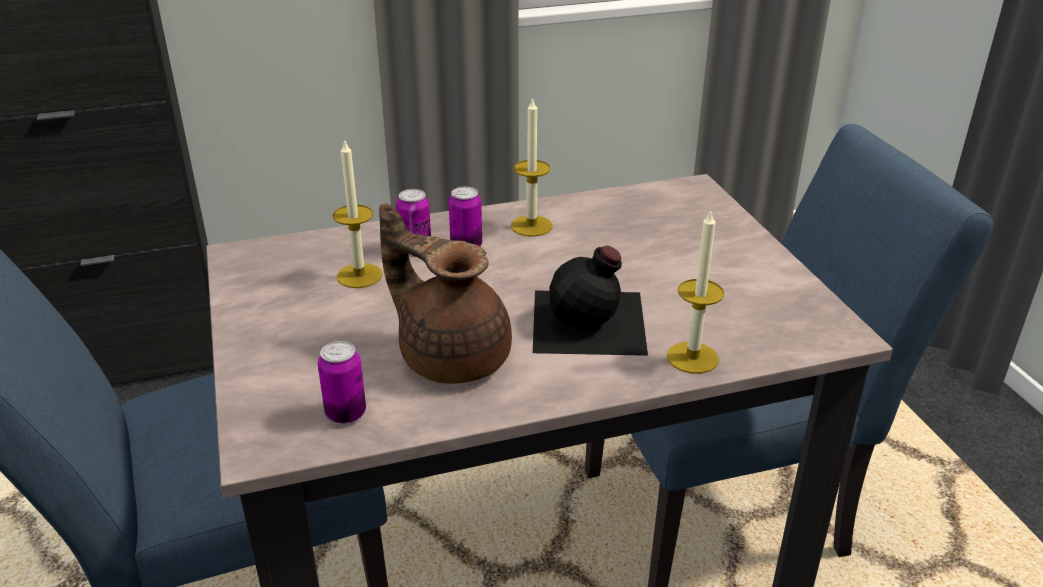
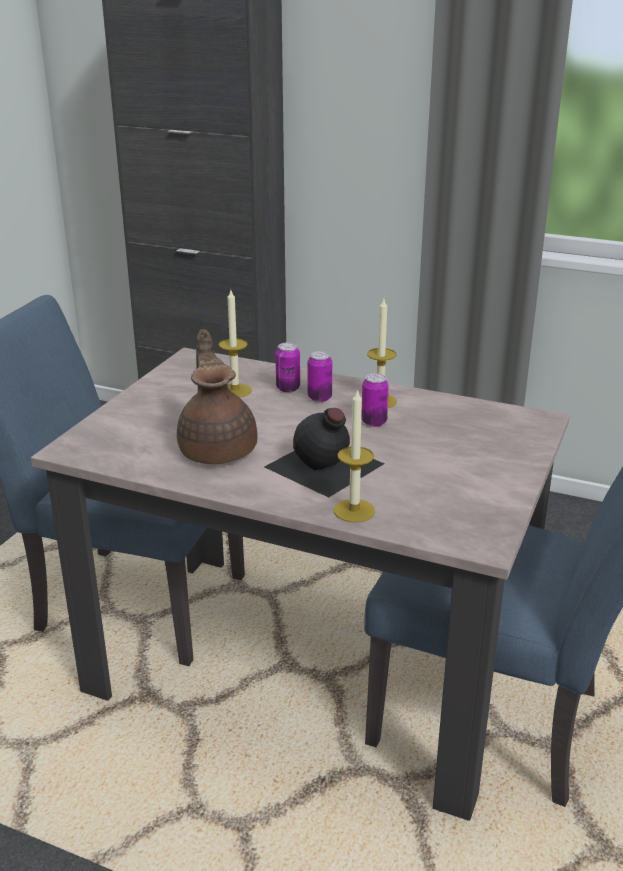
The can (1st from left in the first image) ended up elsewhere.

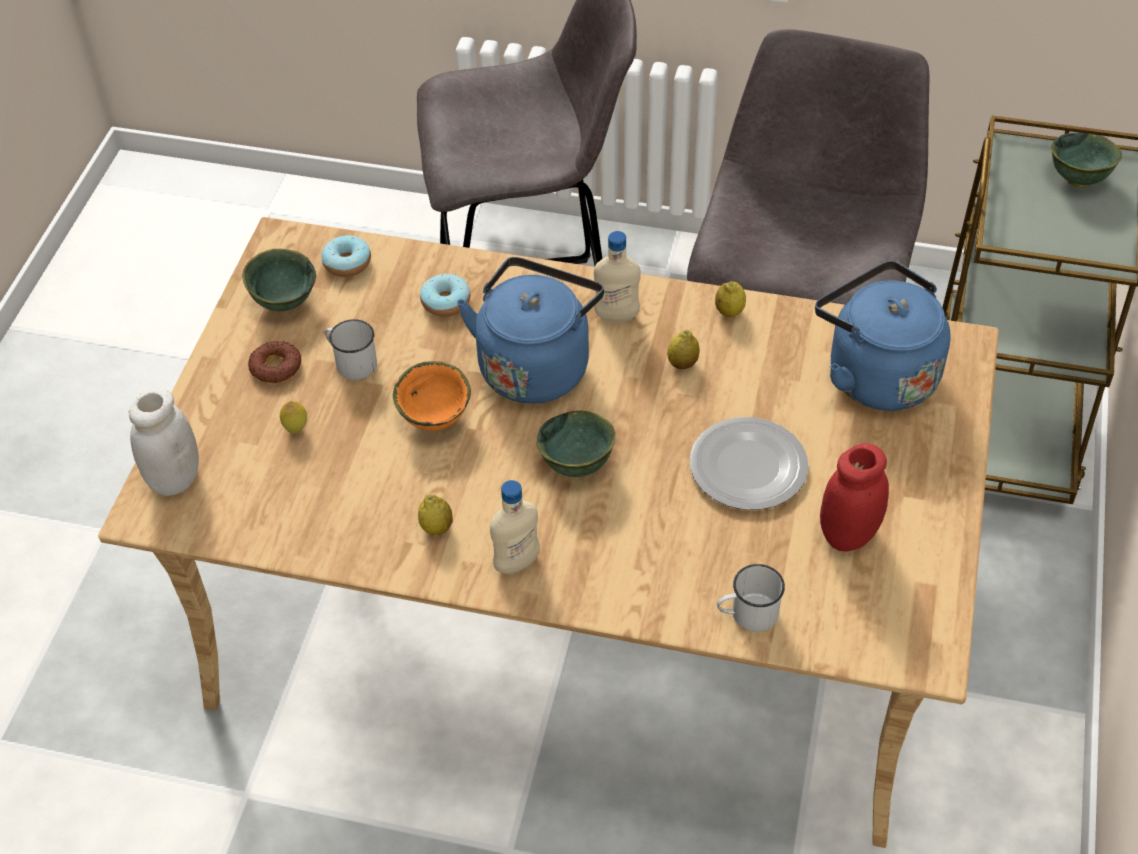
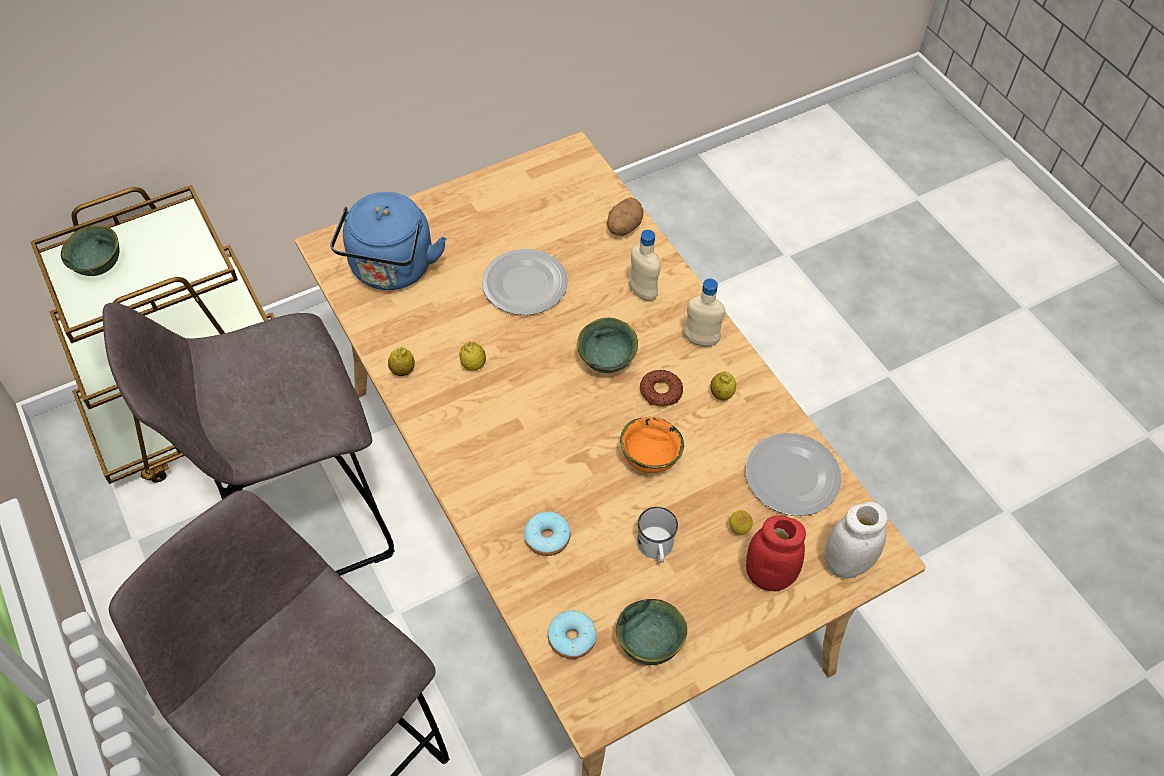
Where the mug (white) (2nd from left) stood, the potato came to stand.
The bottle (beige) (2nd from left in the first image) ended up elsewhere.
The donut (1st from left in the first image) ended up elsewhere.
The second view gained the plate (2nd from left).
The jar (red) ended up elsewhere.
The second view lost the kettle (blue) (1st from left).

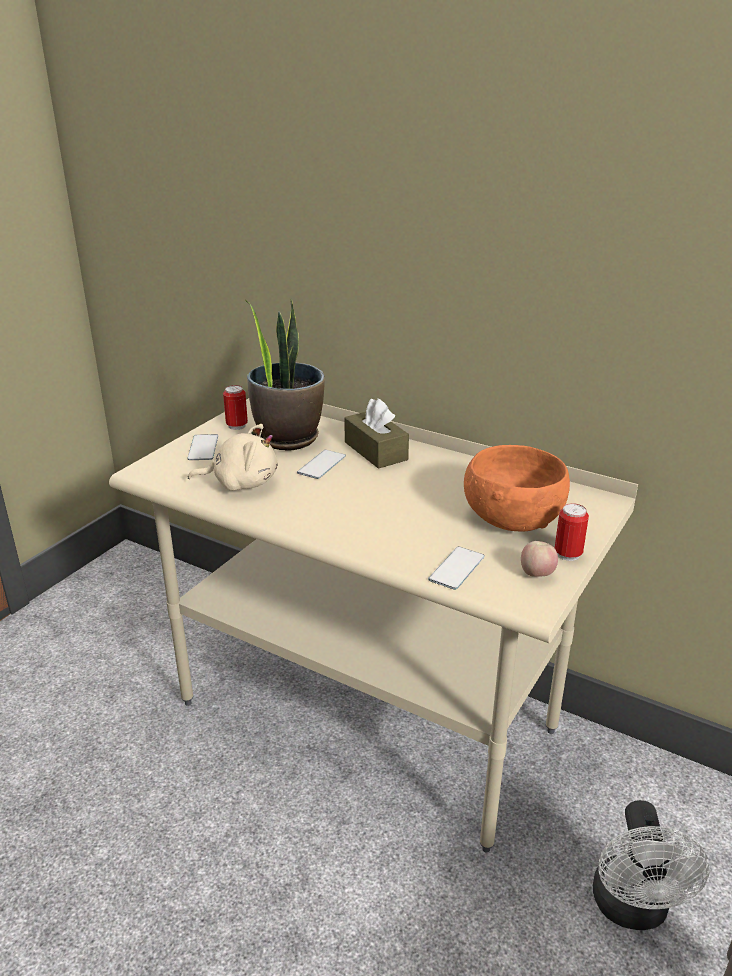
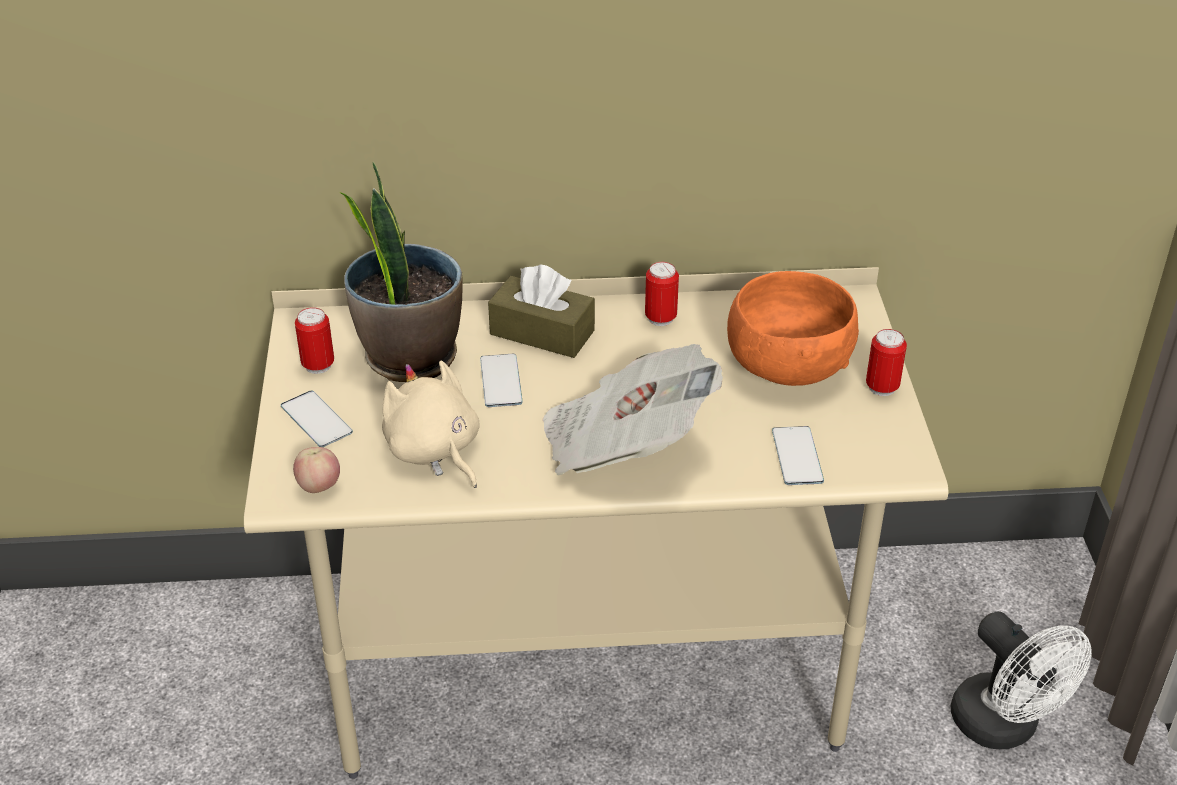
The apple ended up elsewhere.
The plush toy (beige) ended up facing another way, 90 degrees counterclockwise from before.
The second view gained the newspaper.
The second view gained the can (2nd from left).

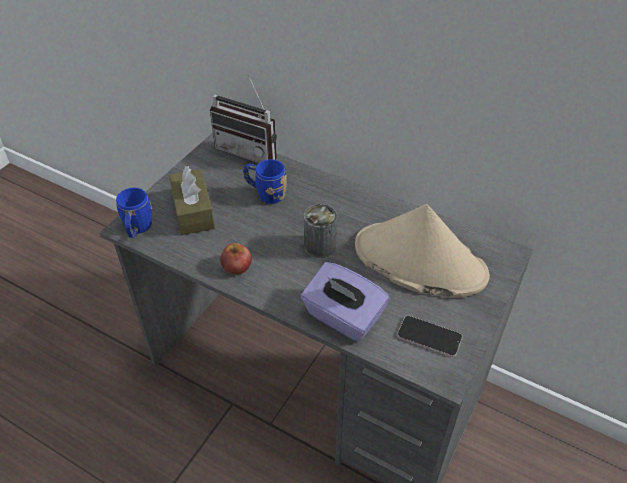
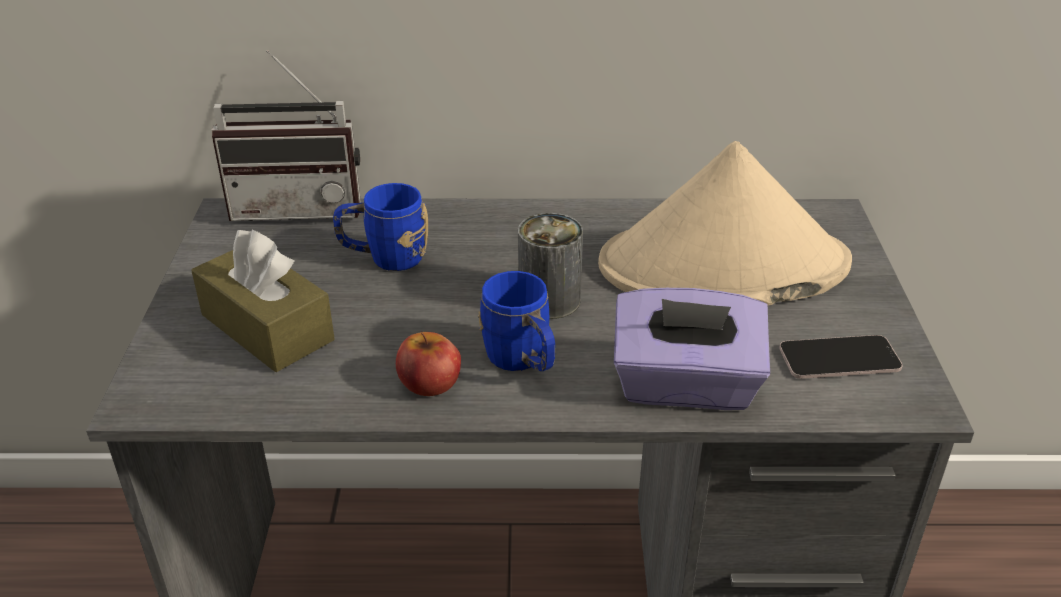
The mug (blue) (1st from left in the first image) ended up elsewhere.

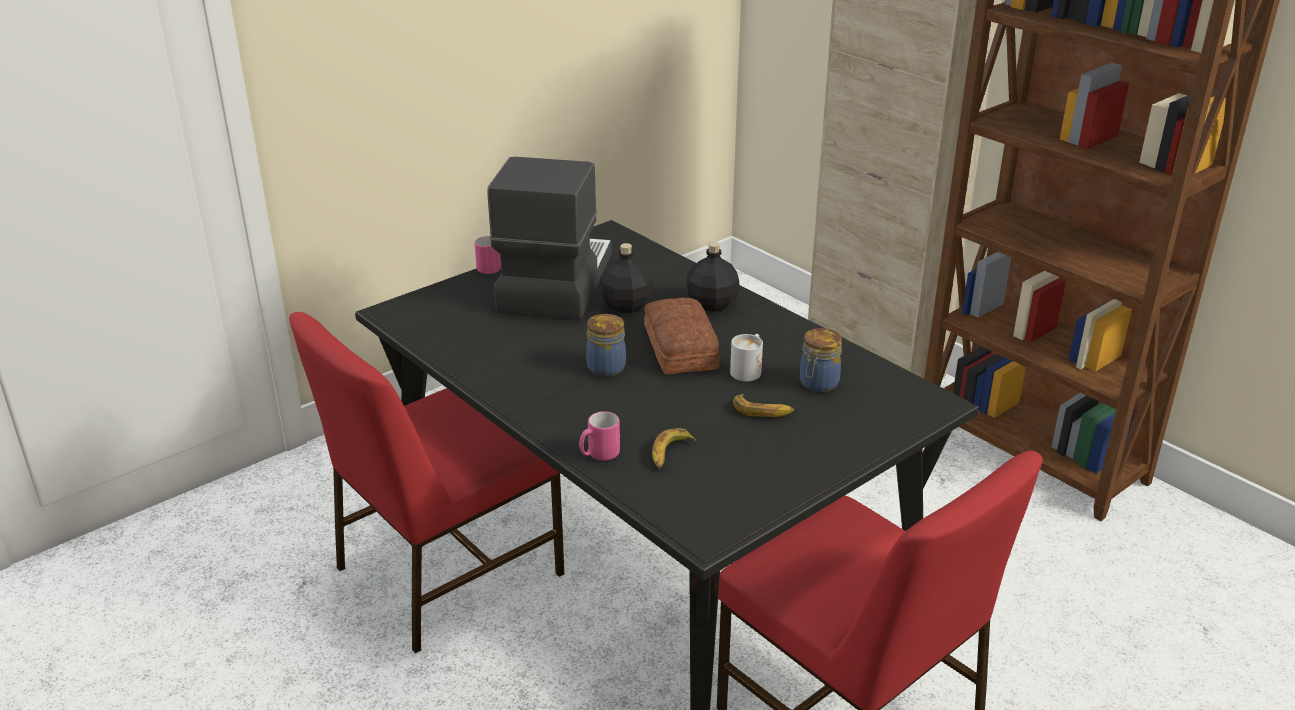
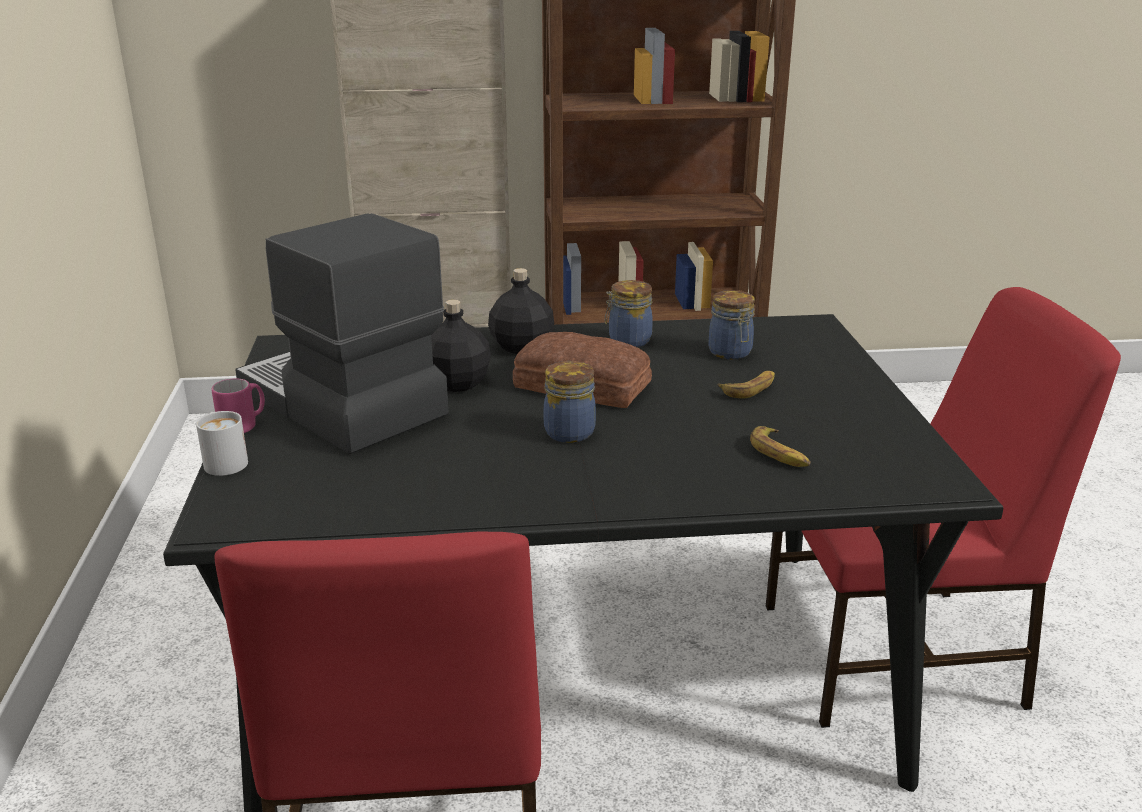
The mug (white) ended up elsewhere.
The second view gained the jar (2nd from left).
The second view lost the mug (pink) (2nd from left).

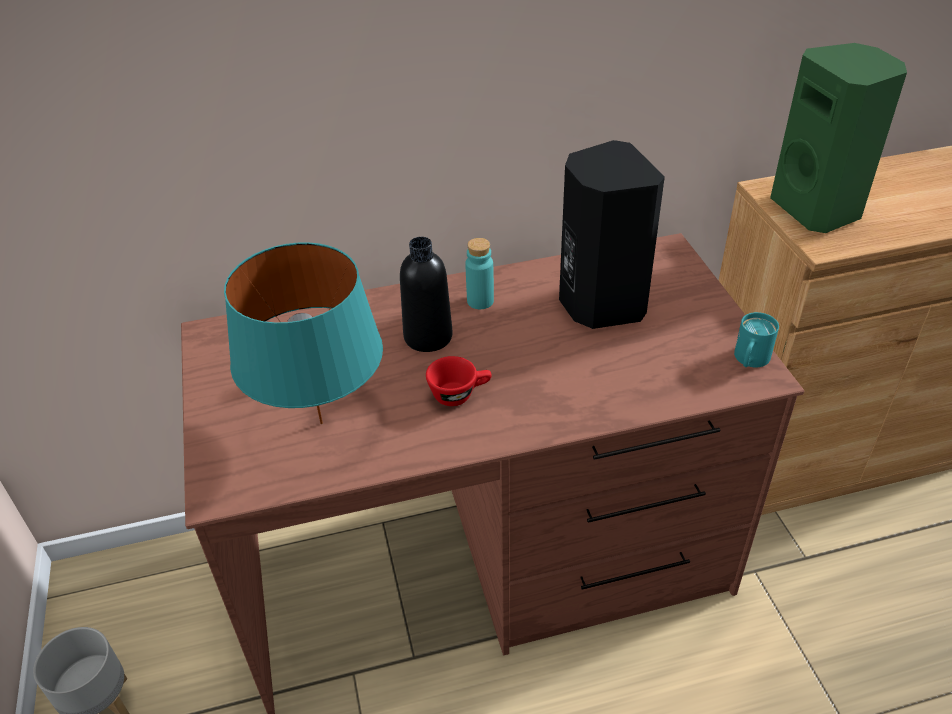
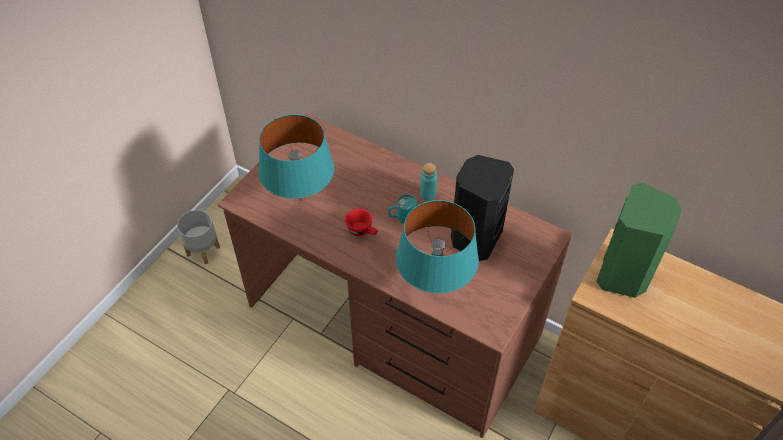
The mug (turquoise) ended up elsewhere.
The second view gained the table lamp (turquoise) (2nd from left).
The second view lost the bottle (black).

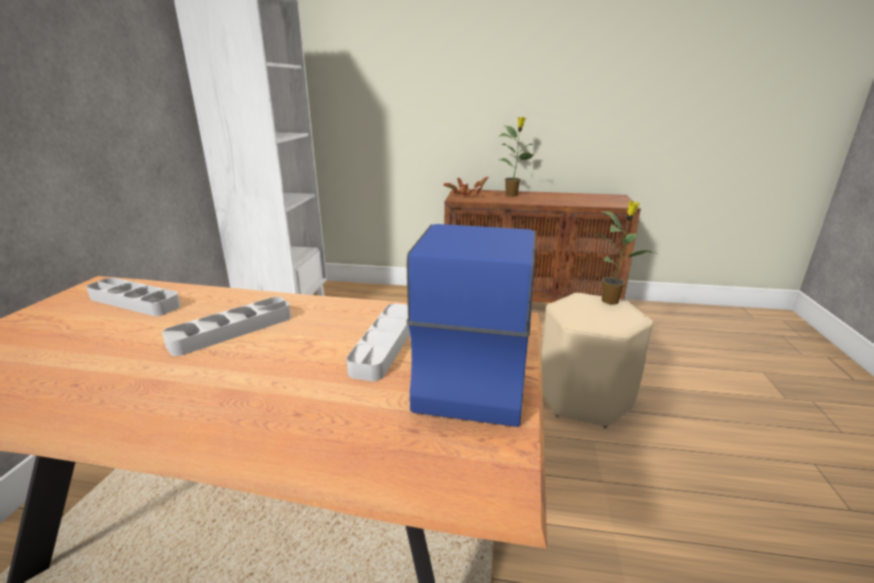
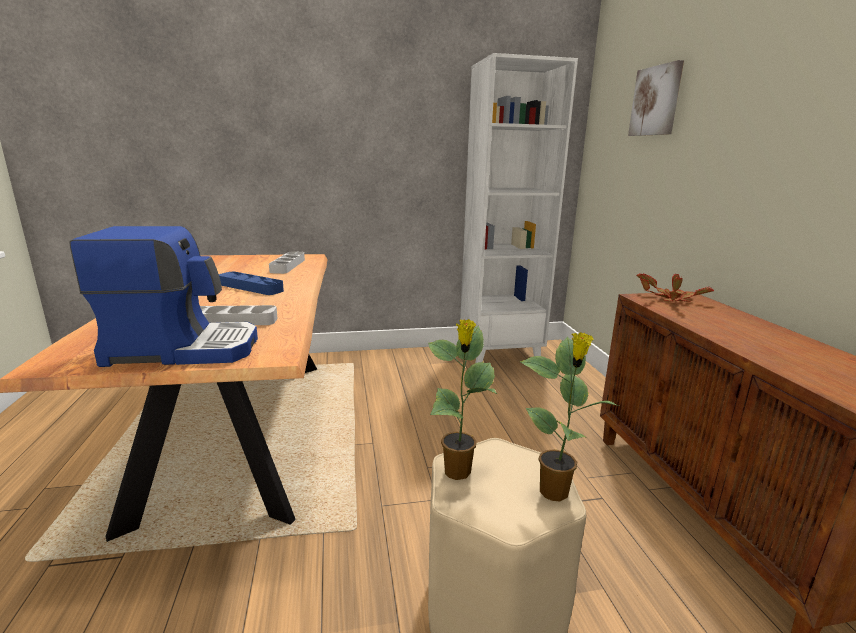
What was the tray (grey) (2nd from left) turned into the tray (blue).
The potted plant (2nd from left in the first image) ended up elsewhere.
The second view gained the picture.

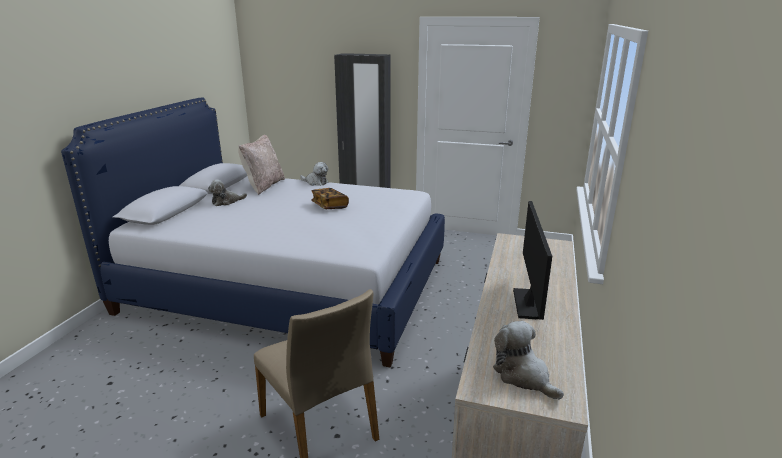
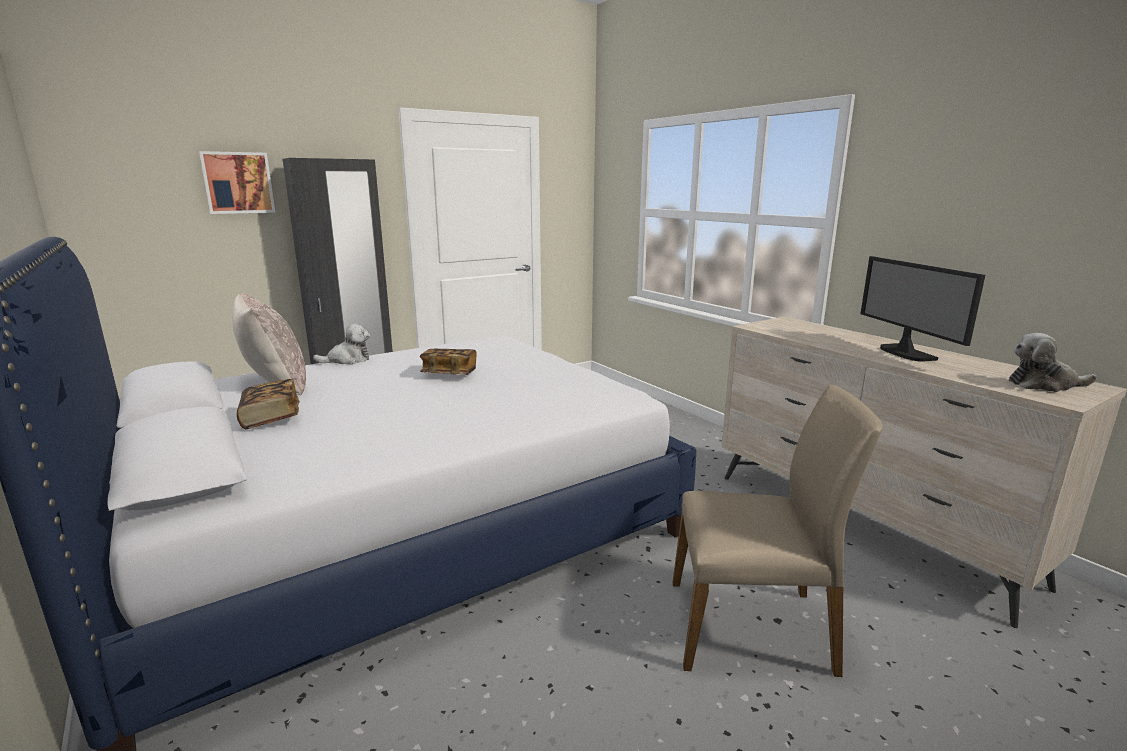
The second view gained the picture.
Where the plush toy (1st from left) stood, the book (1st from left) came to stand.
The monitor ended up facing another way, 150 degrees counterclockwise from before.

